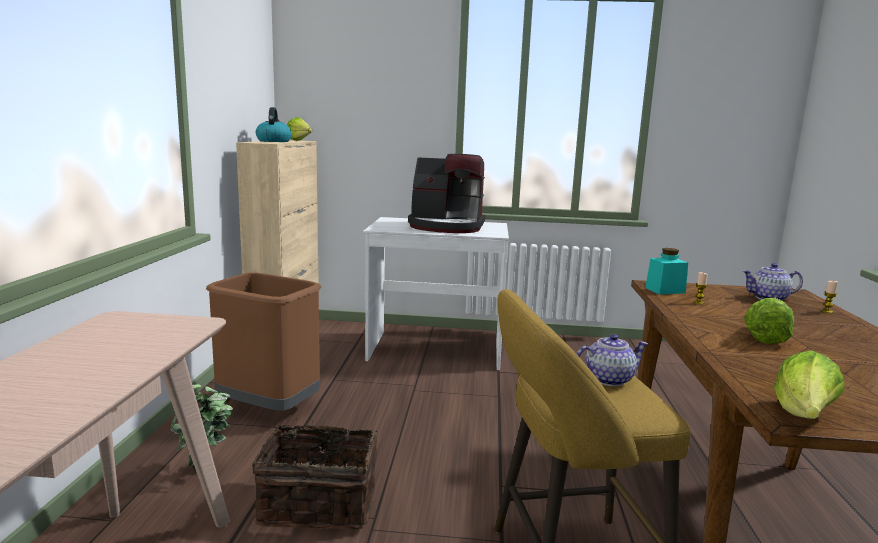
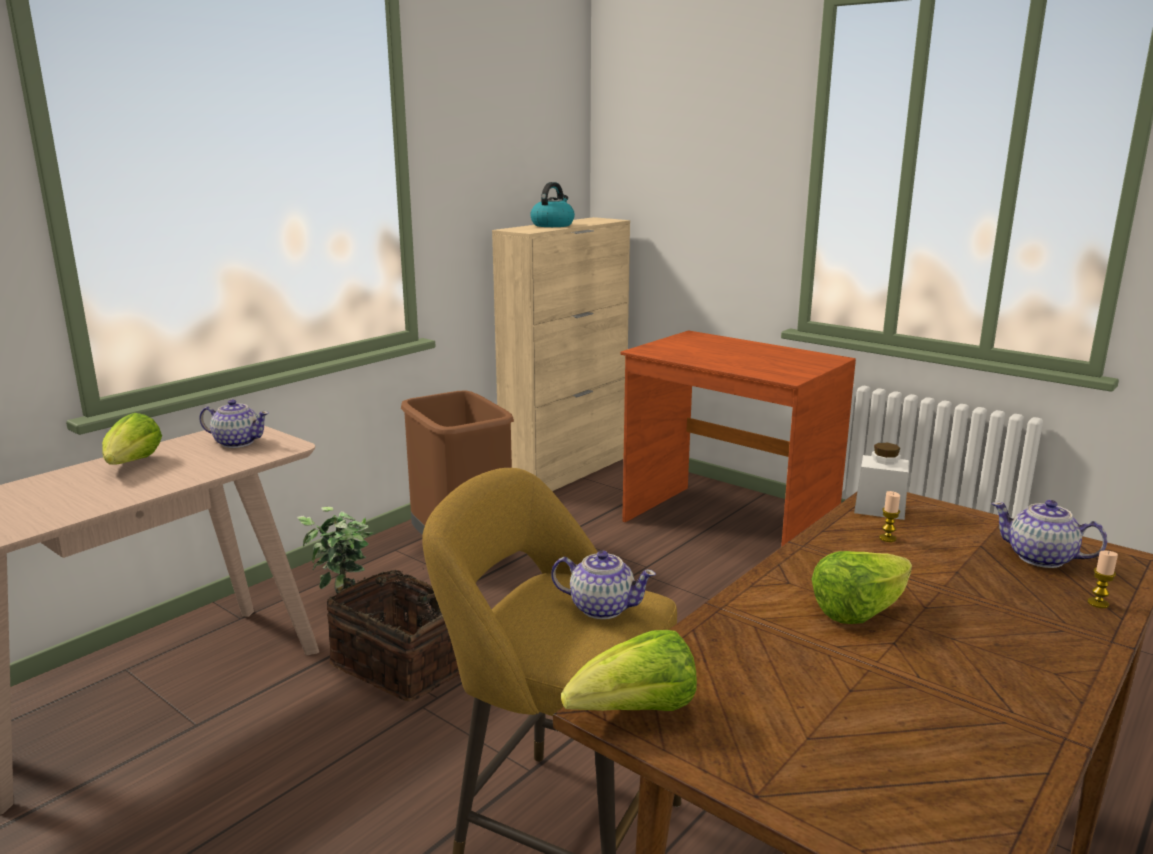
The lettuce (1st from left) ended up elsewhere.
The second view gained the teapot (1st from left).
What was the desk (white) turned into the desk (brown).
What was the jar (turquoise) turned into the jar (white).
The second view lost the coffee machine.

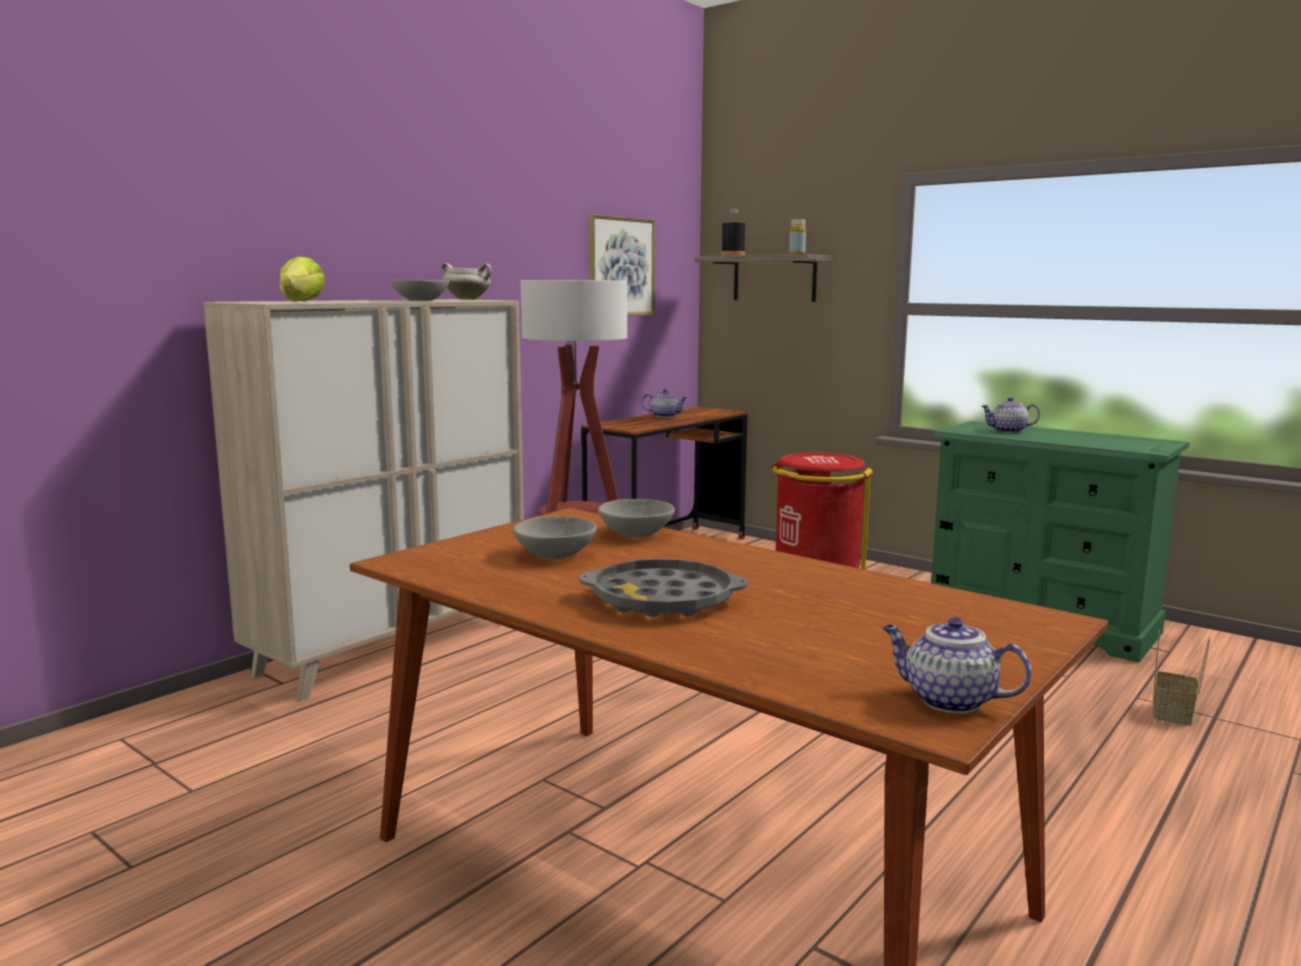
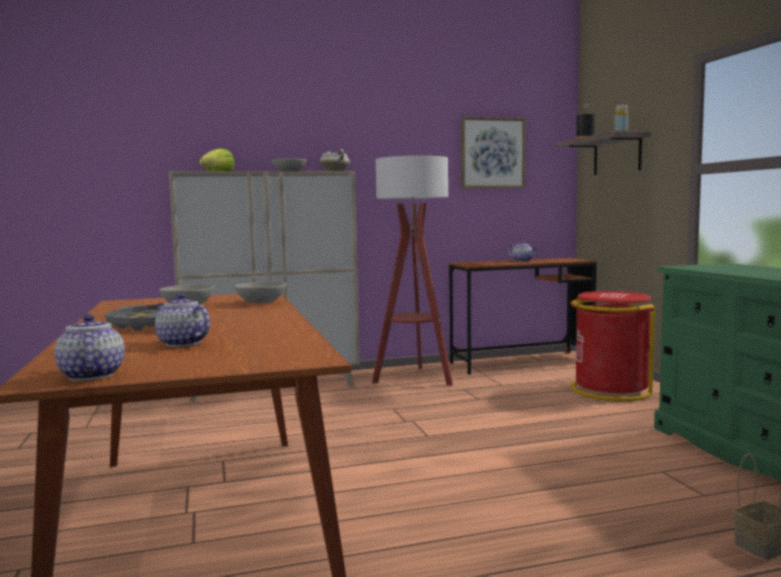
The teapot (3rd from left in the first image) ended up elsewhere.

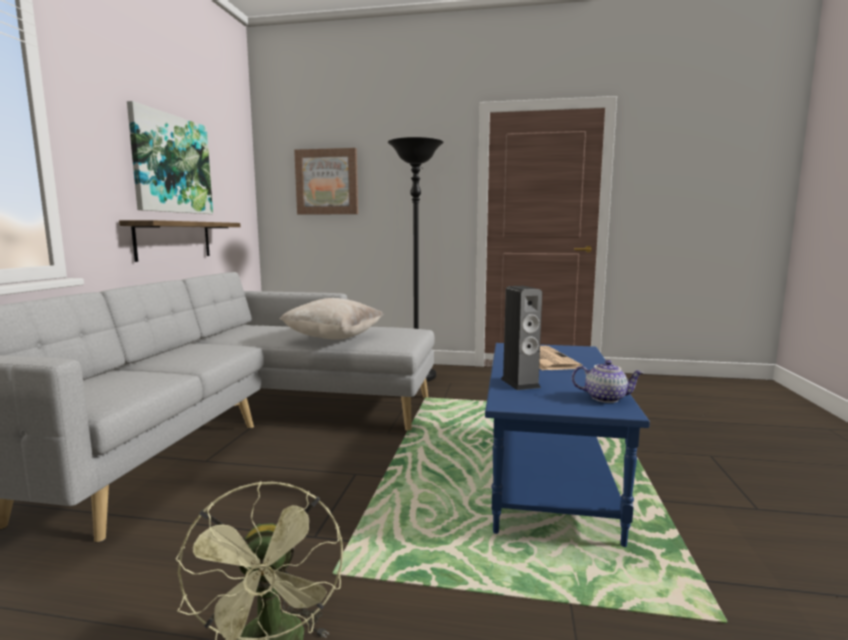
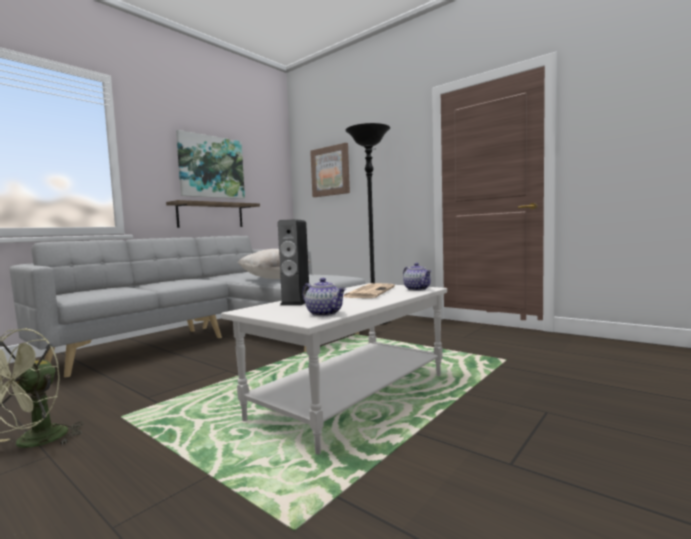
What was the coffee table (blue) turned into the coffee table (white).
The second view gained the teapot (2nd from left).

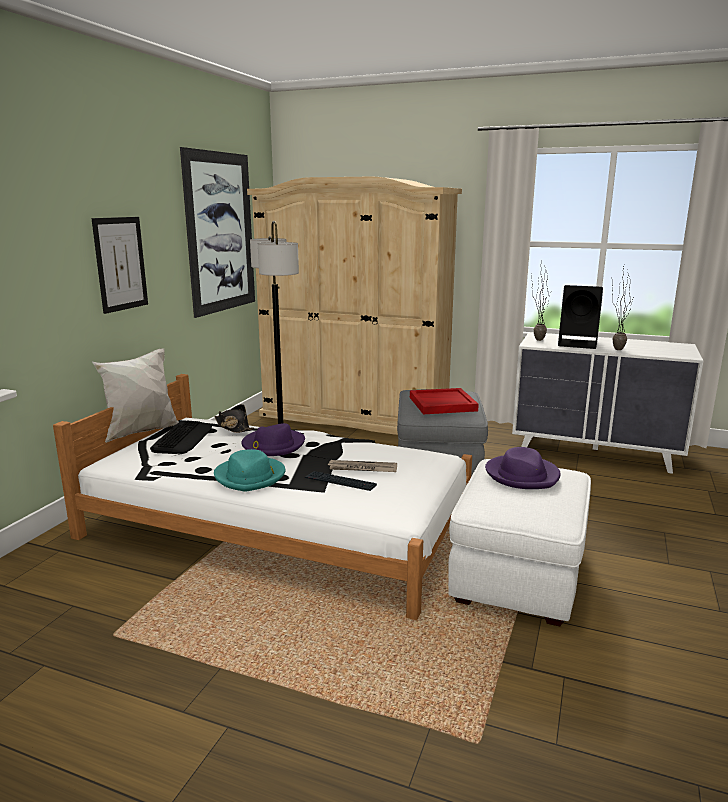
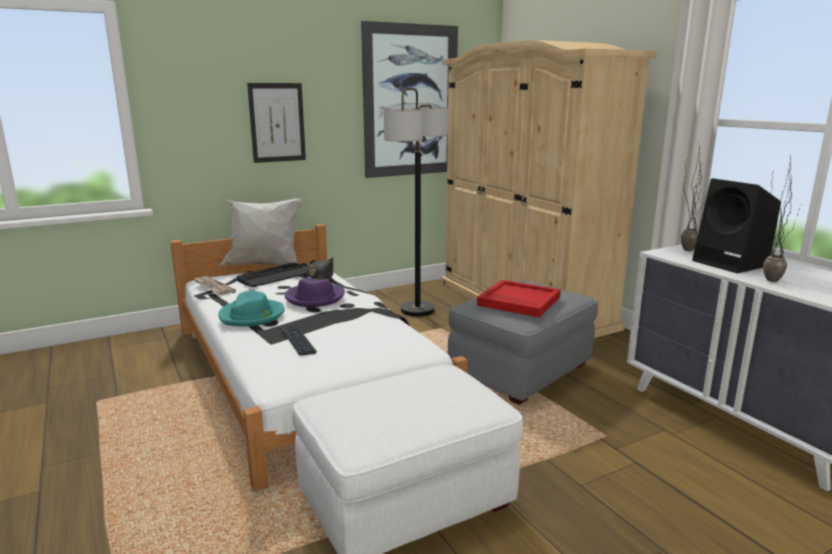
The newspaper ended up elsewhere.
The second view lost the hat (purple) (2nd from left).

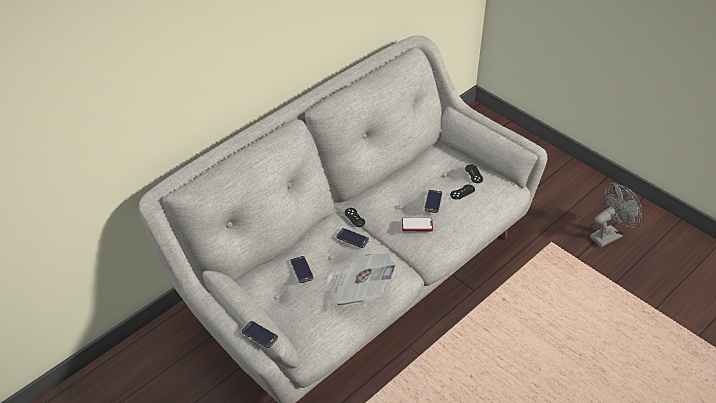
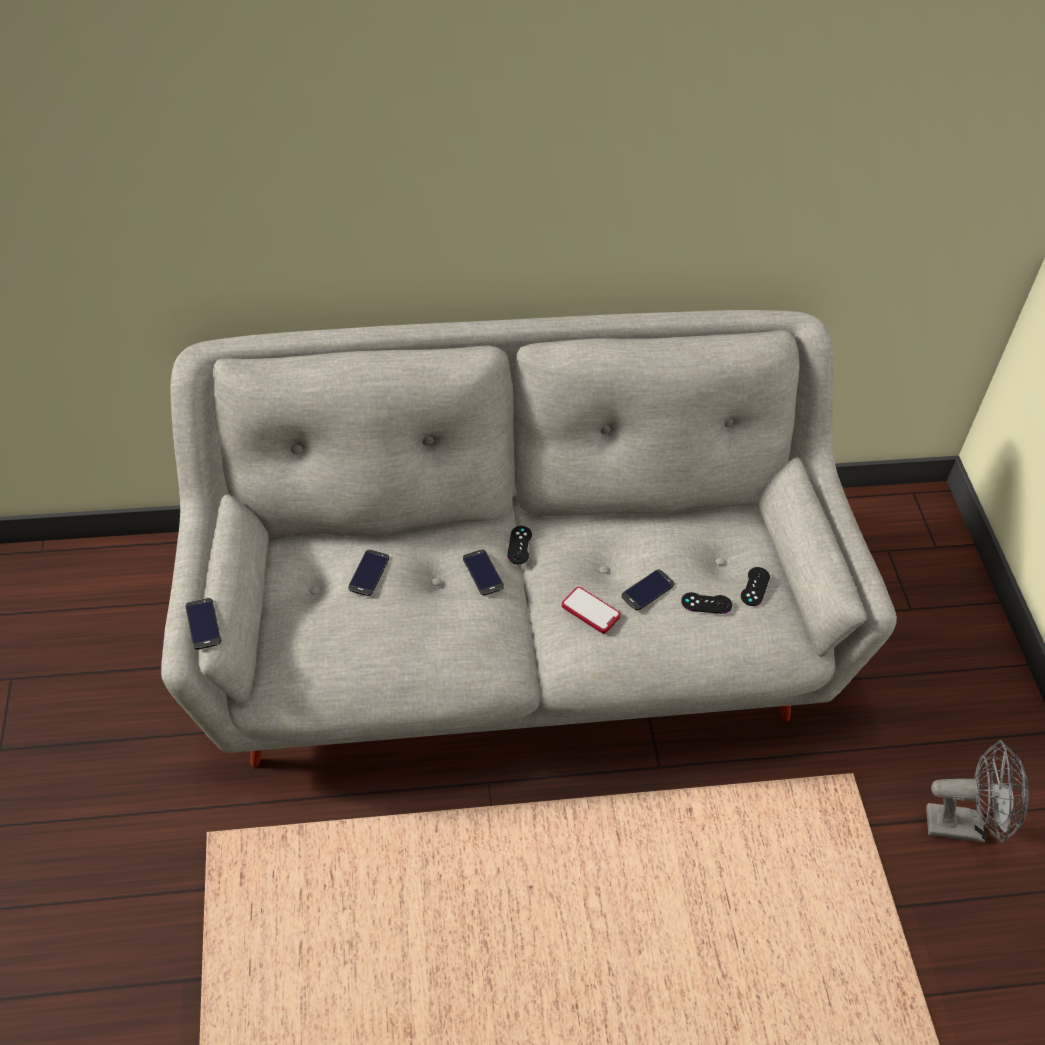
The second view lost the newspaper.

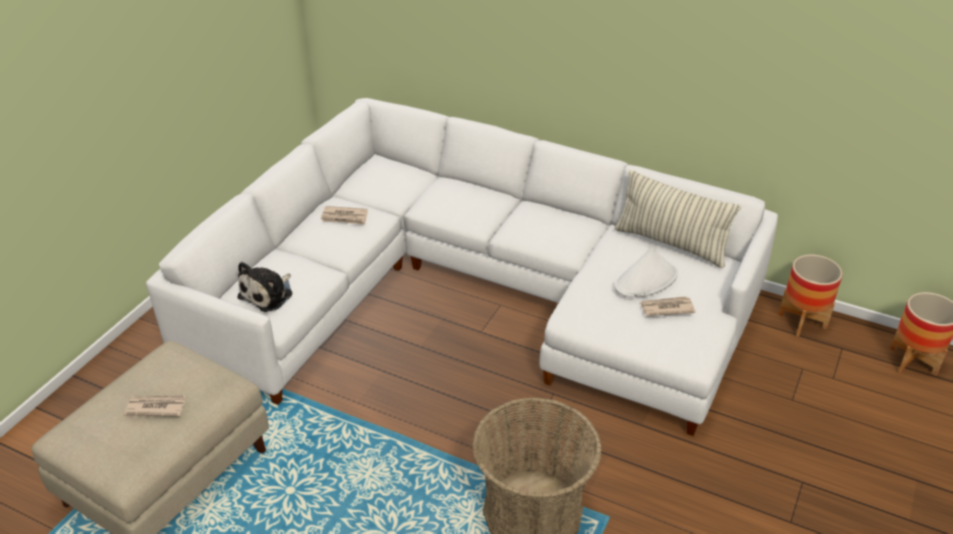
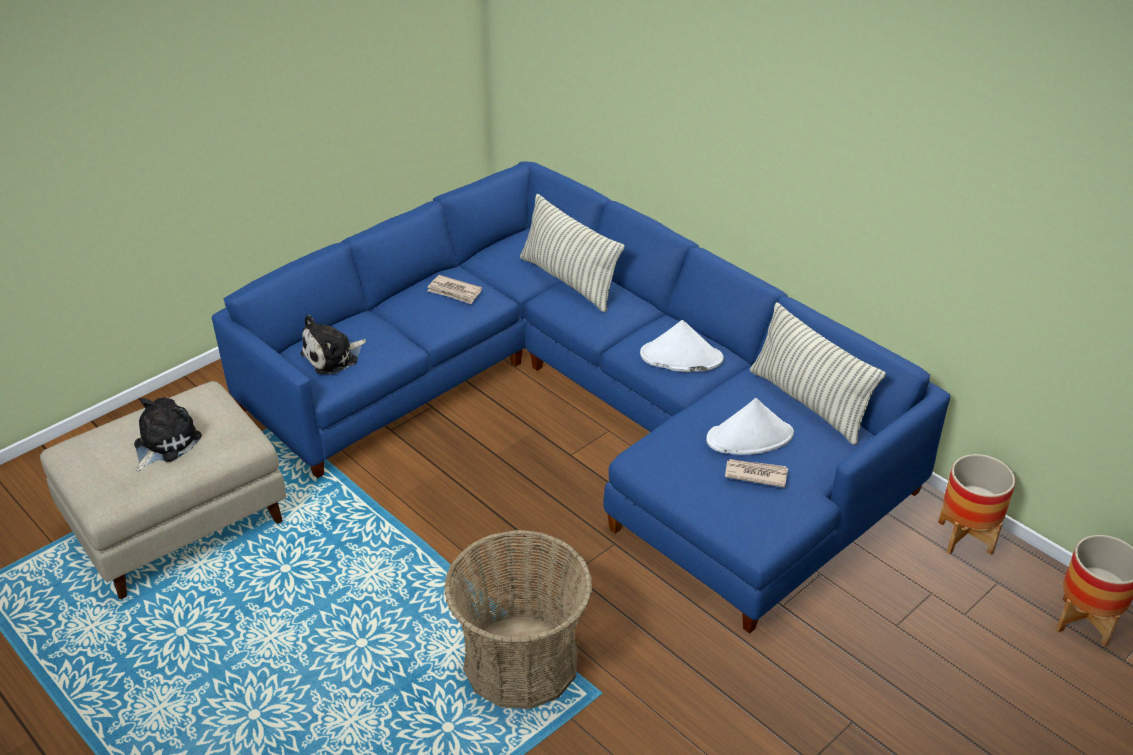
Where the newspaper (1st from left) stood, the plush toy (1st from left) came to stand.
What was the sofa (white) turned into the sofa (blue).
The second view gained the pillow (1st from left).
The second view gained the hat (white) (1st from left).

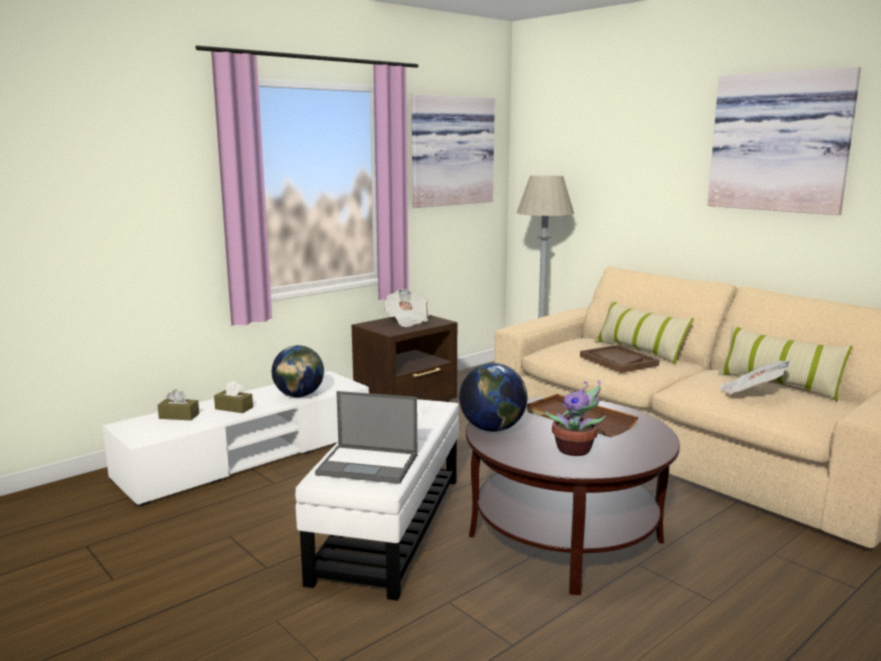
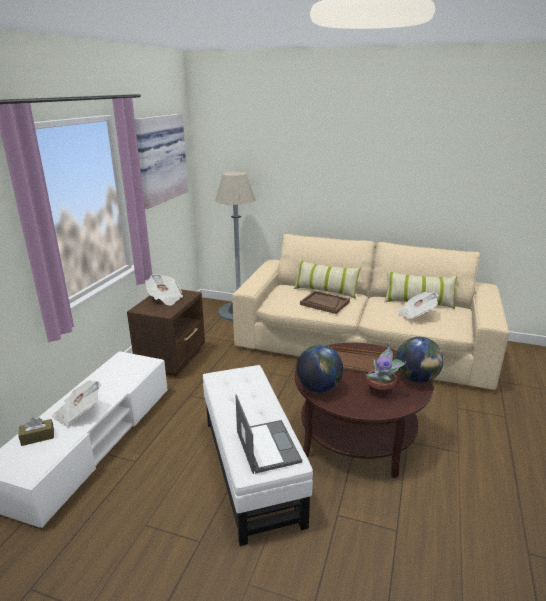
Where the tissue box (brown) (2nd from left) stood, the newspaper (1st from left) came to stand.
The laptop ended up facing another way, 90 degrees counterclockwise from before.
The globe (1st from left in the first image) ended up elsewhere.
The second view lost the picture (2nd from left).

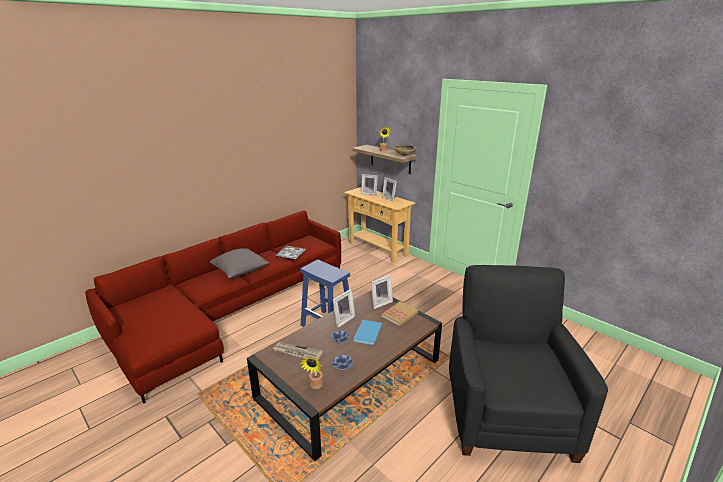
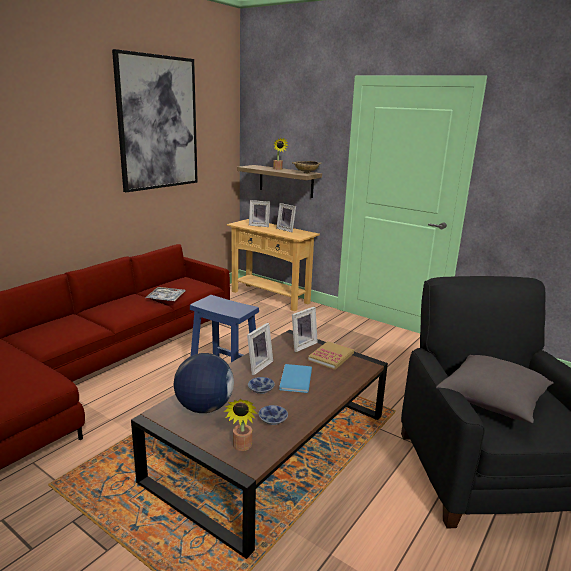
The second view gained the picture.
Where the newspaper stood, the globe came to stand.
The pillow (grey) ended up elsewhere.

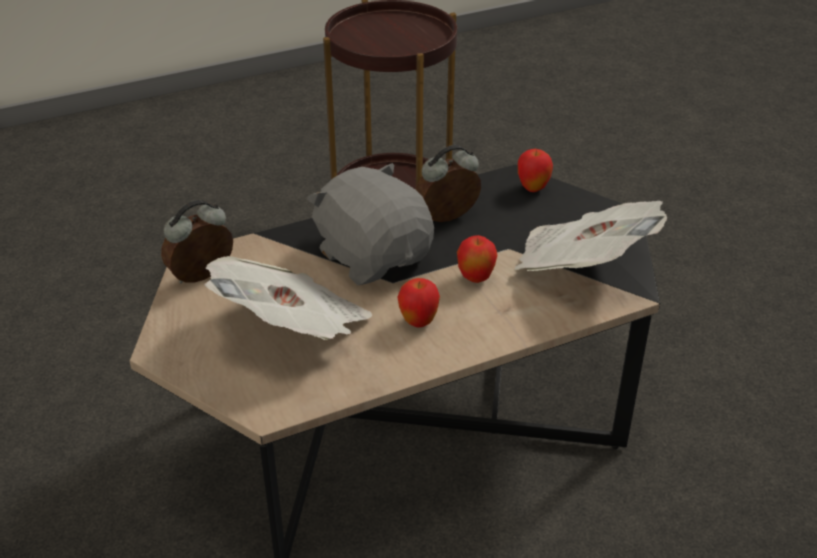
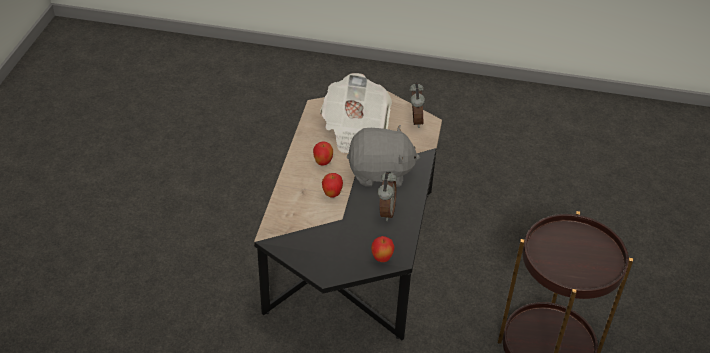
The second view lost the newspaper (2nd from left).

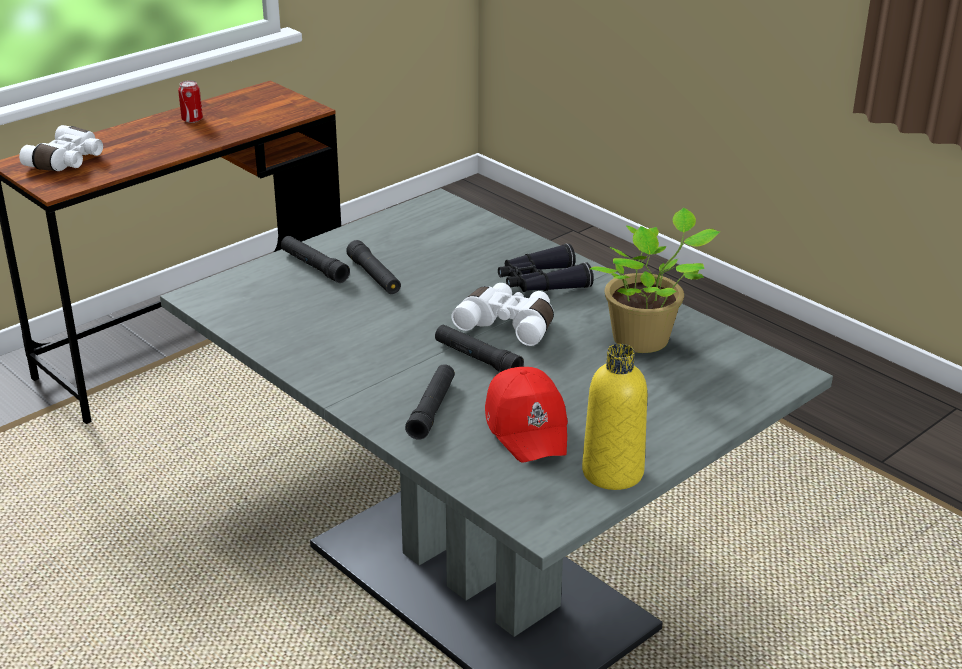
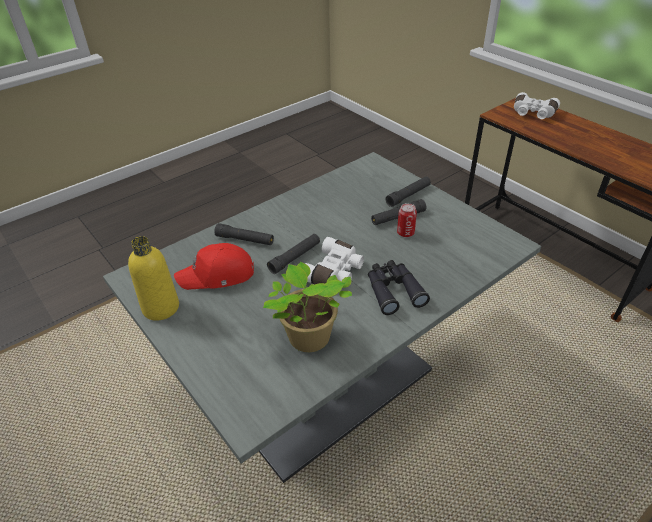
The can ended up elsewhere.

